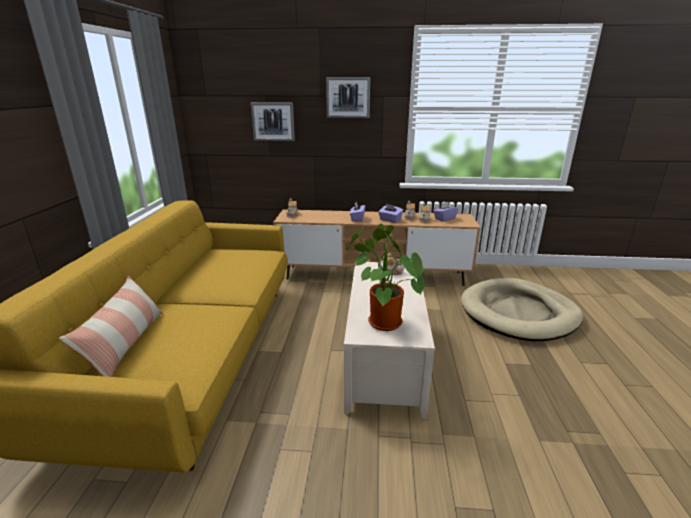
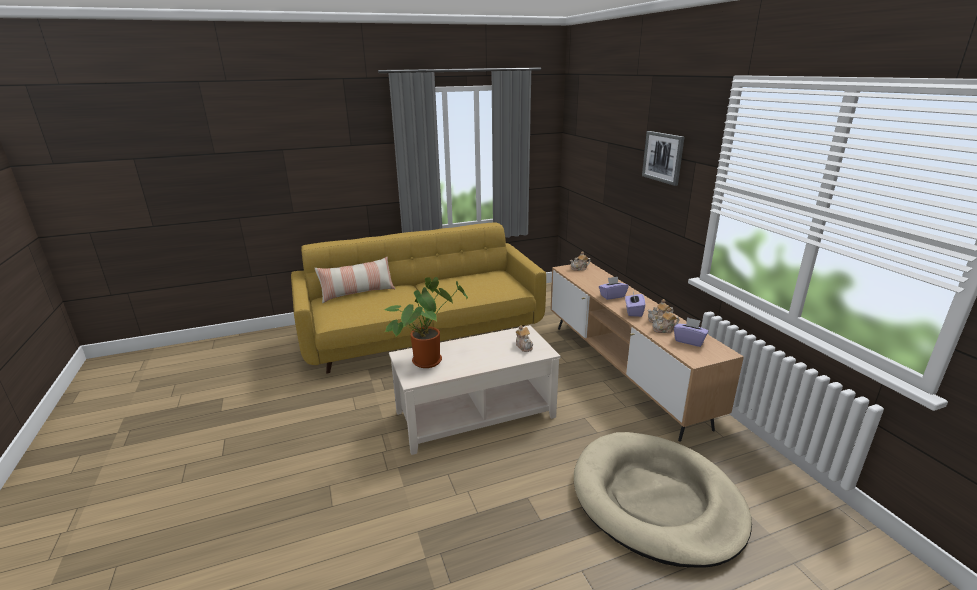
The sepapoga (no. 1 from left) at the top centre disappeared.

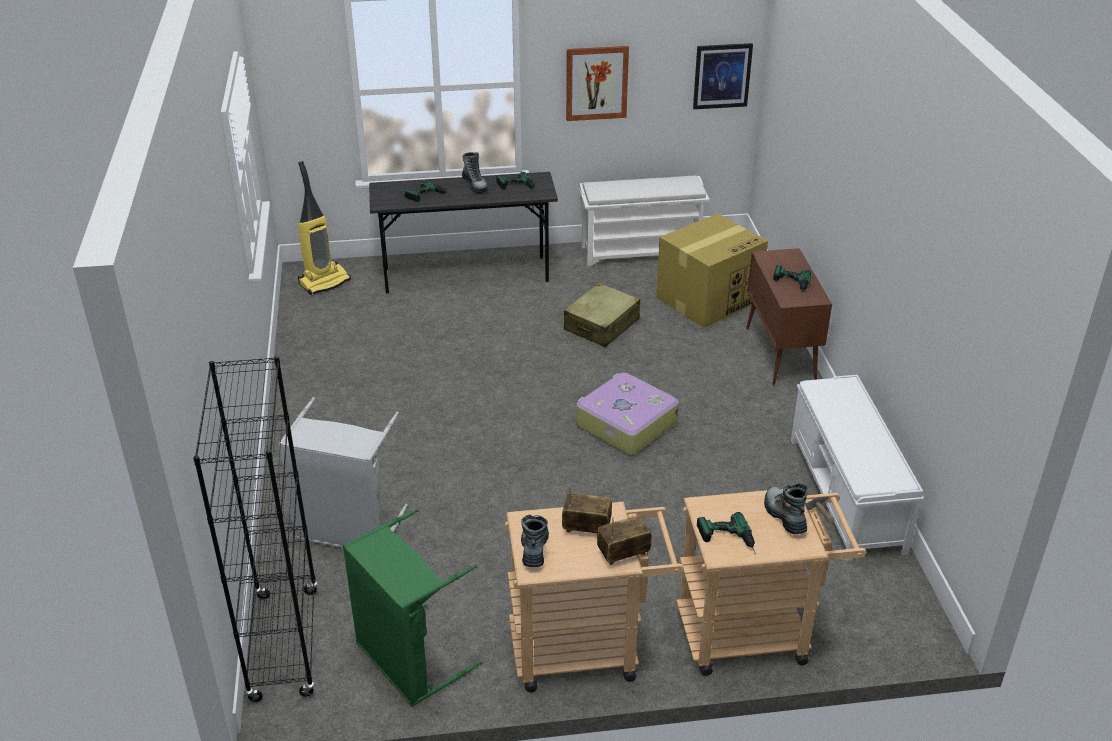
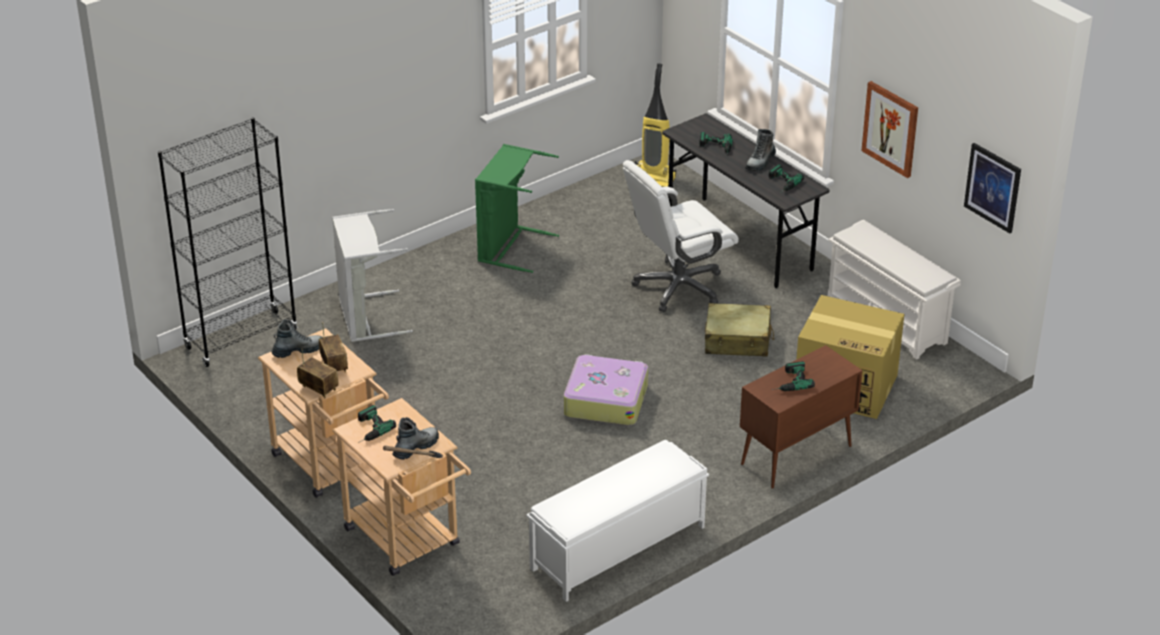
The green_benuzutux moved from the bottom centre to the top centre. The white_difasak at the centre appeared.

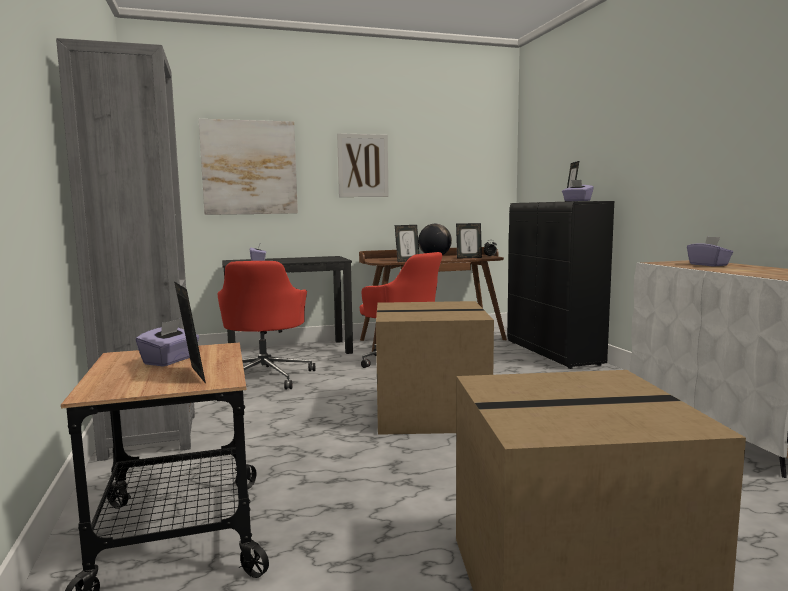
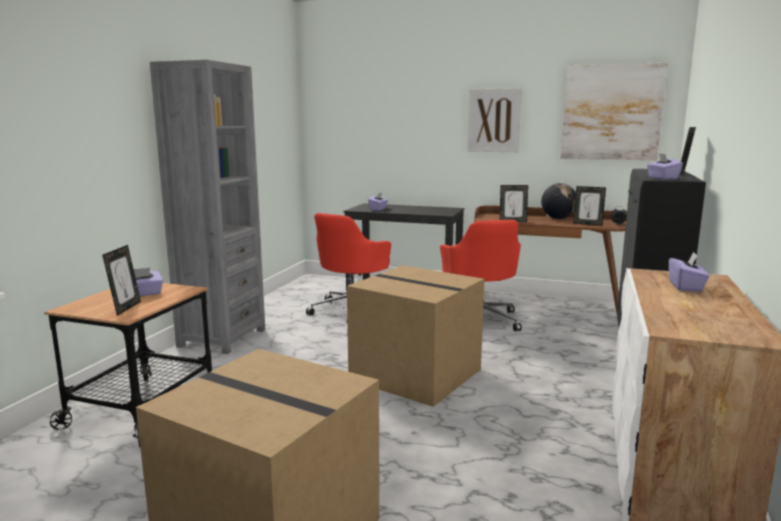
The sepapoga (no. 1 from left in the first image) moved from the top left to the top right.

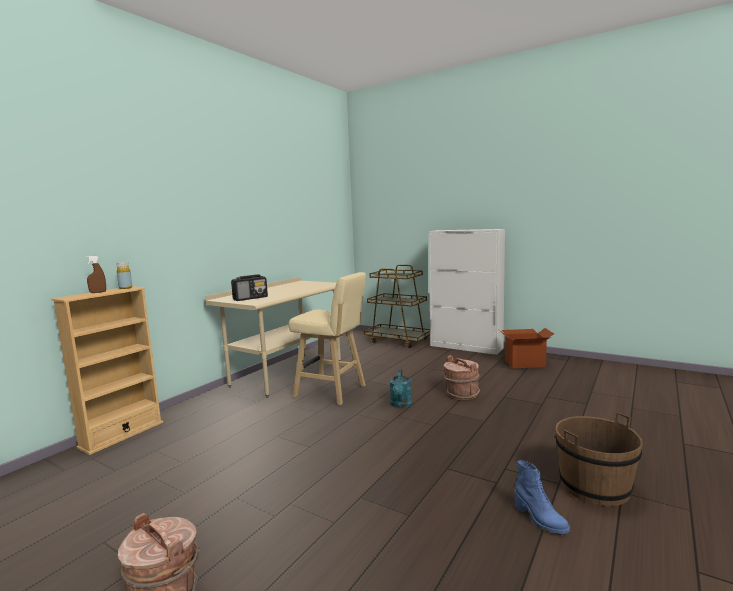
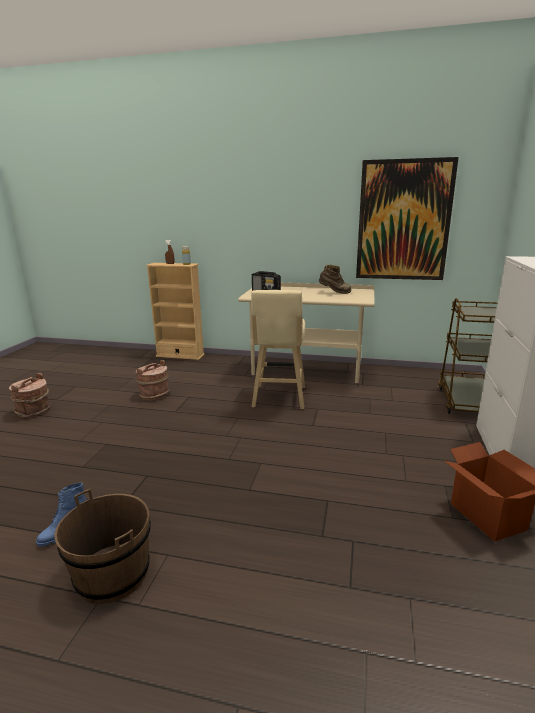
The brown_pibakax (no. 2 from left in the first image) moved from the centre to the middle left. The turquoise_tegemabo at the centre disappeared. The sepapoga at the top right appeared. The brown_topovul at the centre appeared.

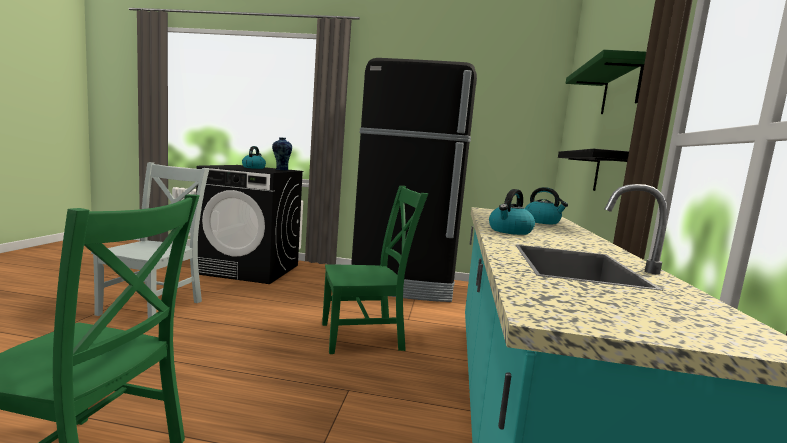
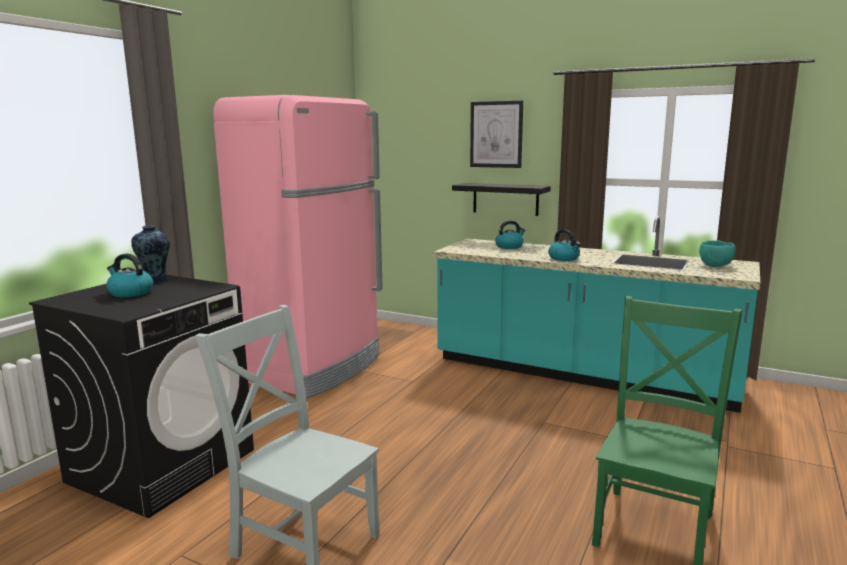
The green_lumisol at the top right was replaced by the sepapoga at the top centre. The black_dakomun at the centre became the pink_dakomun at the centre. The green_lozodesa (no. 2 from left) at the centre disappeared. The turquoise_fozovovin at the middle right appeared.

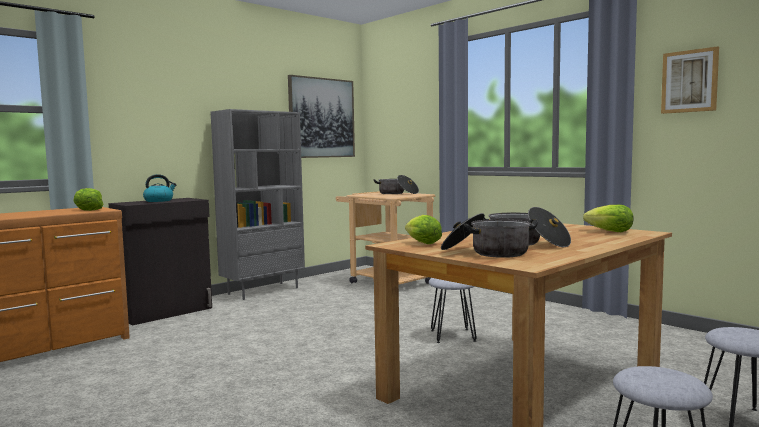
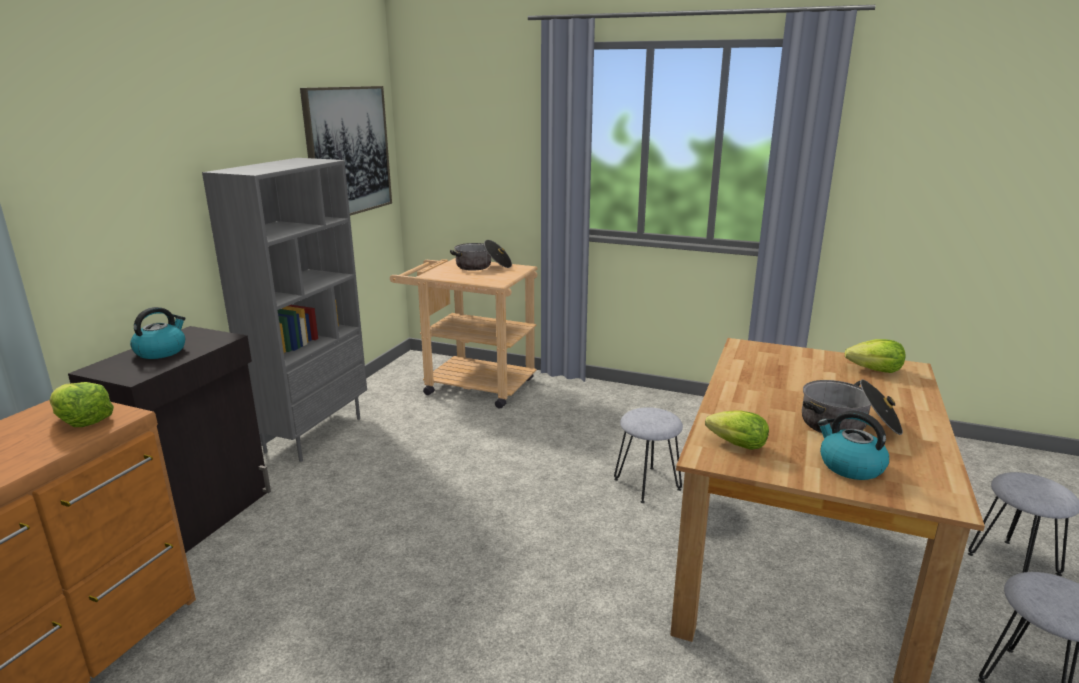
The sepapoga (no. 2 from left) at the top right disappeared. The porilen (no. 2 from left) at the centre was replaced by the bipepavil (no. 2 from left) at the middle right.

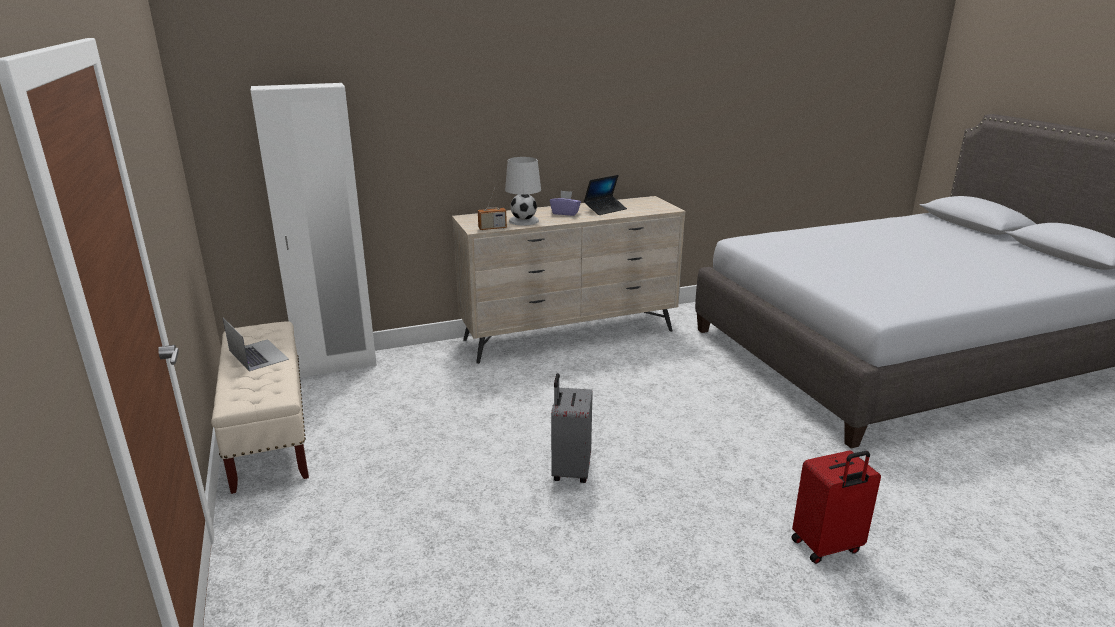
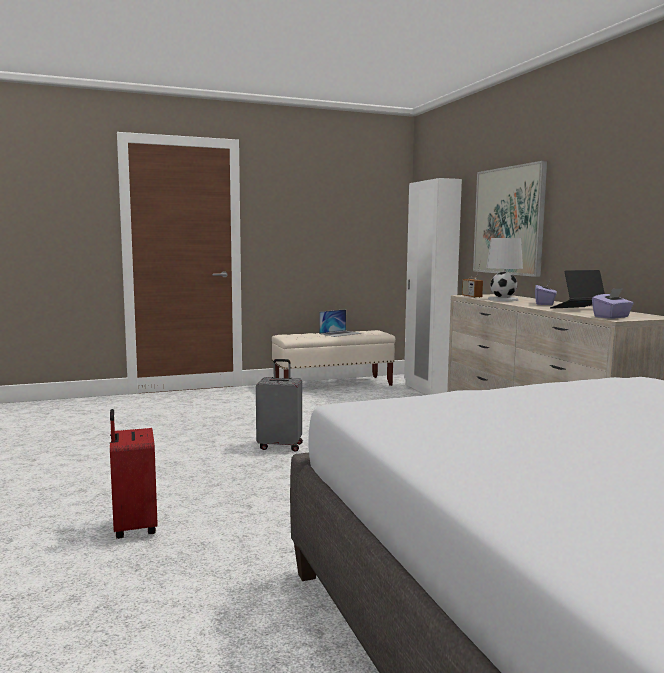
The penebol (no. 2 from left) at the top centre turned 105 degrees clockwise. The sepapoga at the top right appeared. The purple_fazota (no. 2 from left) at the middle right appeared.

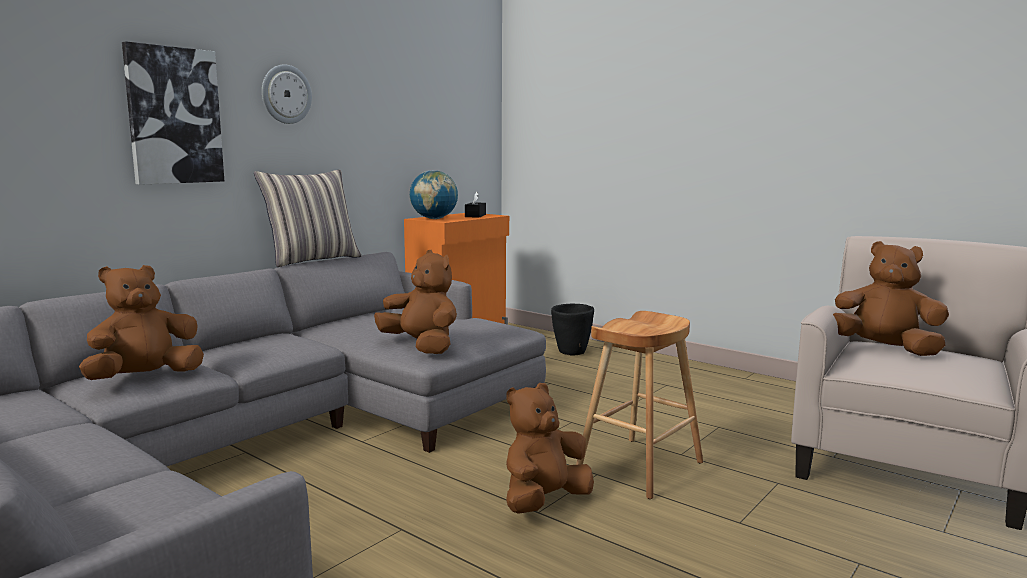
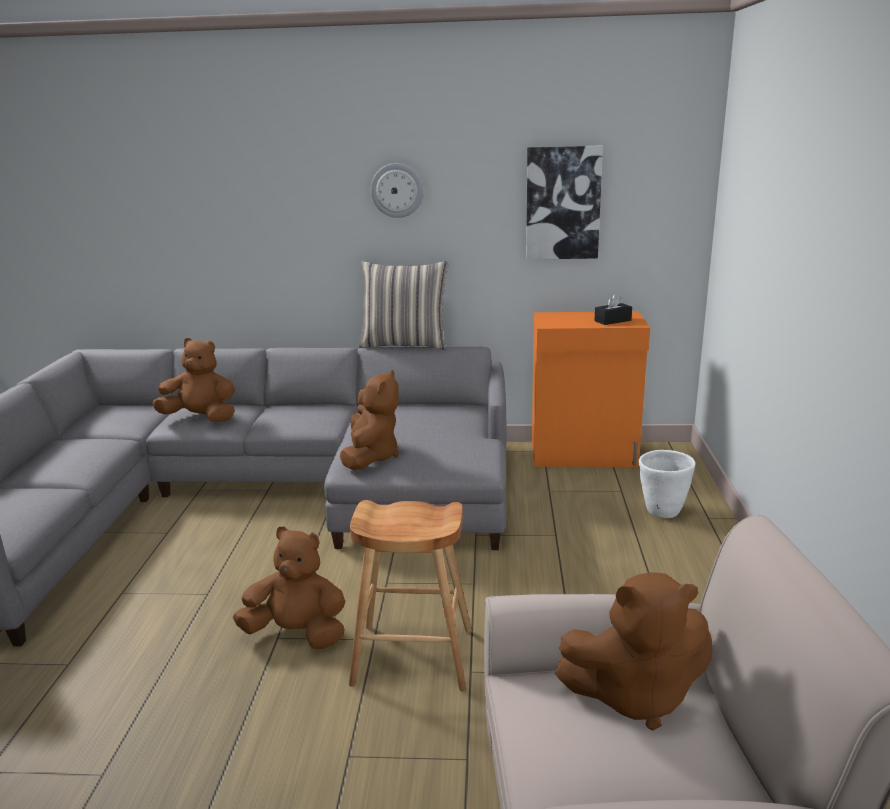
The sepapoga moved from the top left to the top centre. The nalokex at the centre disappeared. The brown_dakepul (no. 4 from left) at the middle right turned 90 degrees clockwise. The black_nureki at the centre became the white_nureki at the middle right.

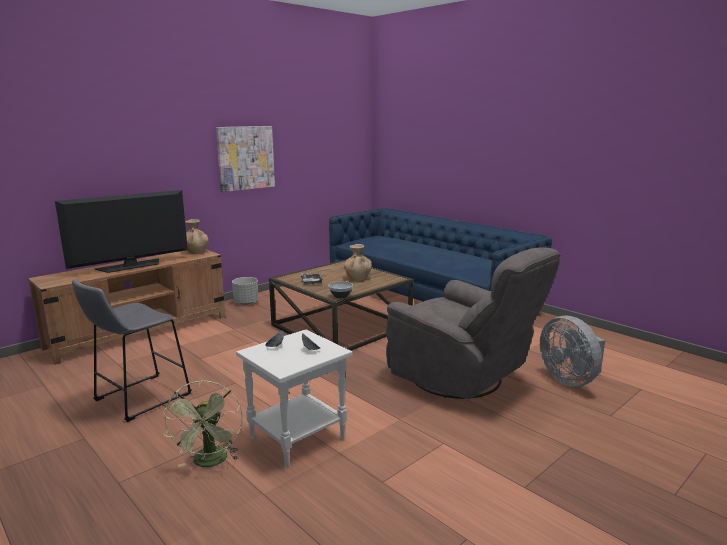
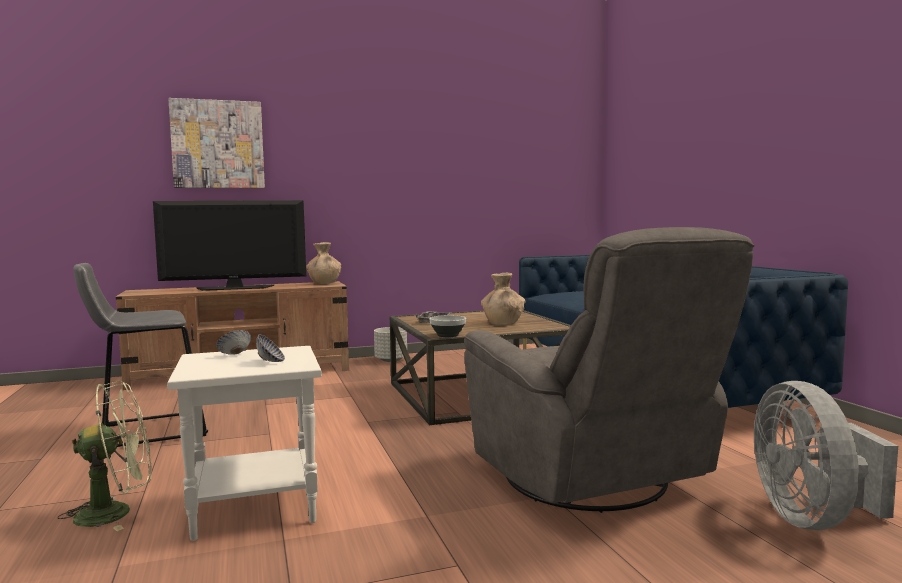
The sepapoga moved from the top centre to the top left. The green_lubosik at the bottom left turned 135 degrees counterclockwise.

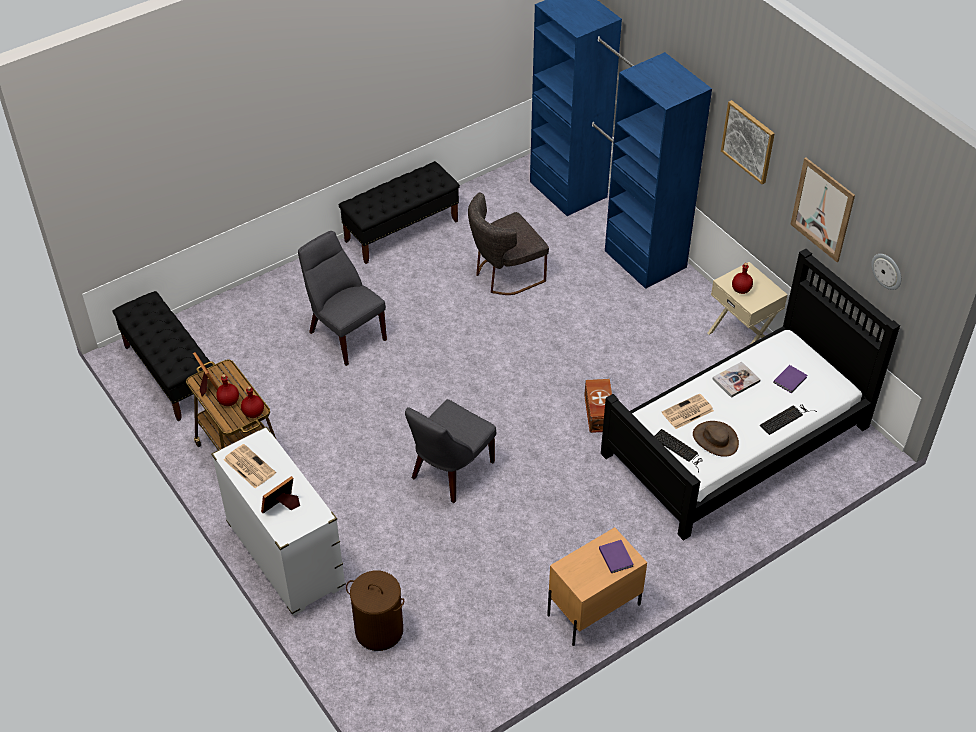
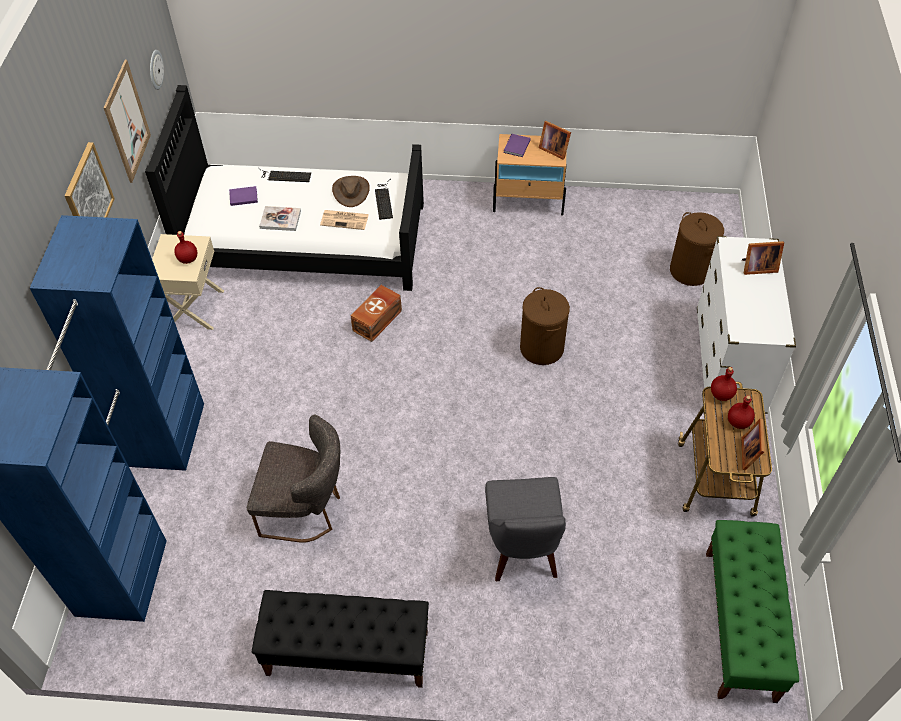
The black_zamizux (no. 1 from left) at the middle left became the green_zamizux at the bottom right. The grey_lozodesa (no. 2 from left) at the centre was replaced by the brown_benuzutux (no. 1 from left) at the centre. The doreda (no. 1 from left) at the middle left disappeared. The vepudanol (no. 1 from left) at the top centre appeared.

